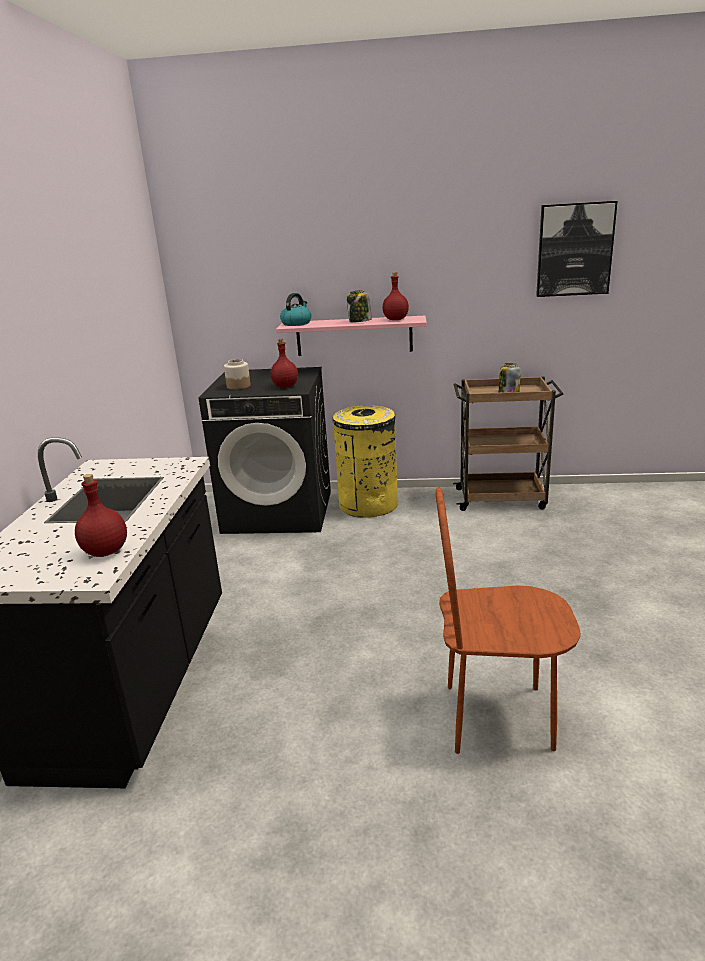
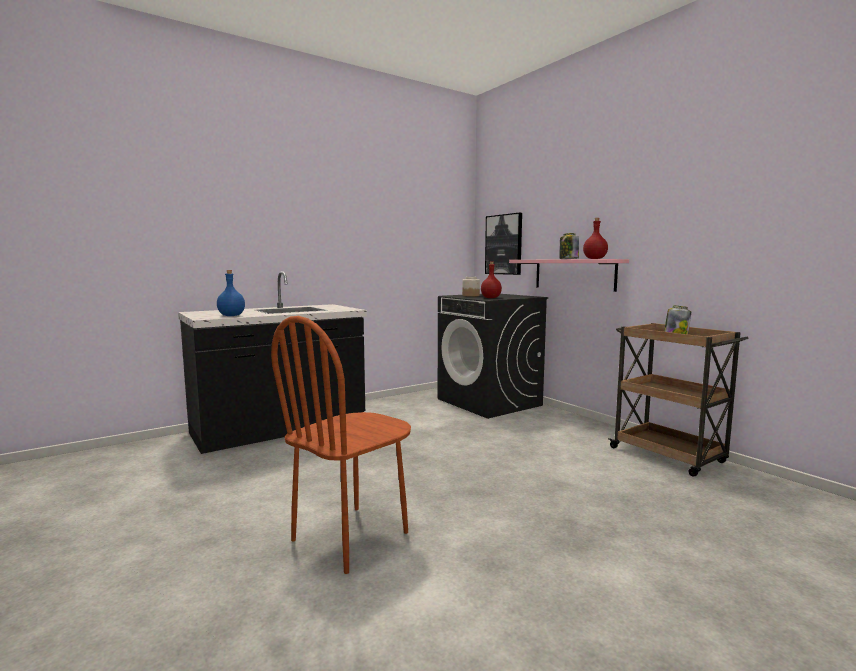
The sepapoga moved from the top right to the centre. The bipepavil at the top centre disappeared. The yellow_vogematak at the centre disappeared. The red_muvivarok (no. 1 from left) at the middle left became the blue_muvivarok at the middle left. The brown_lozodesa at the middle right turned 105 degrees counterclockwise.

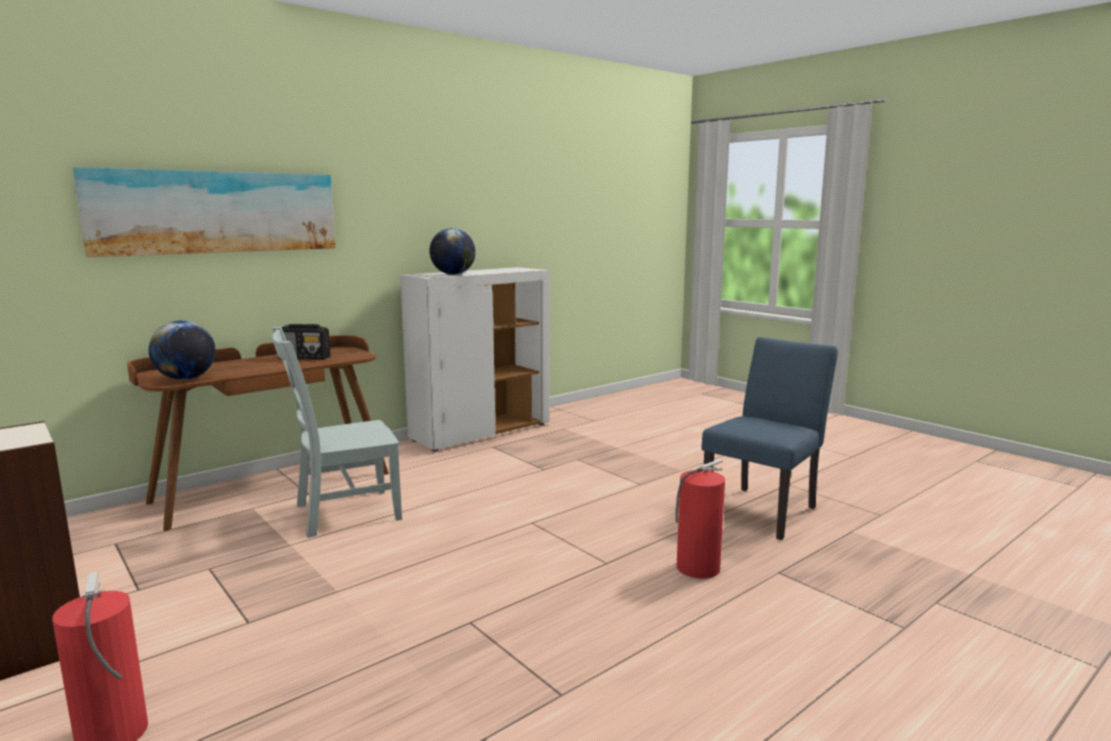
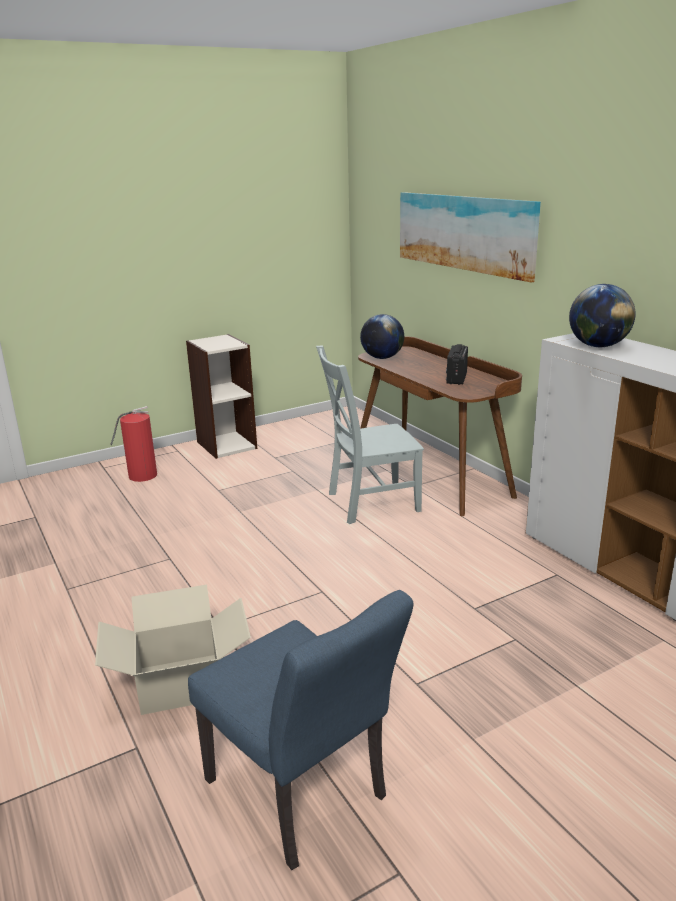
The grey_lozodesa at the middle left turned 90 degrees counterclockwise. The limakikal (no. 2 from left) at the bottom centre was replaced by the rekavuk at the bottom left.

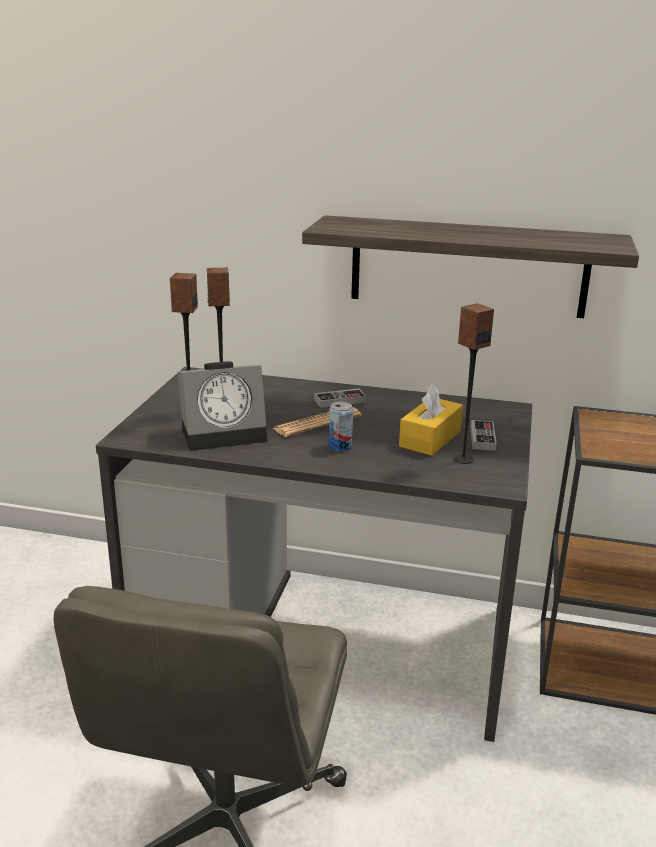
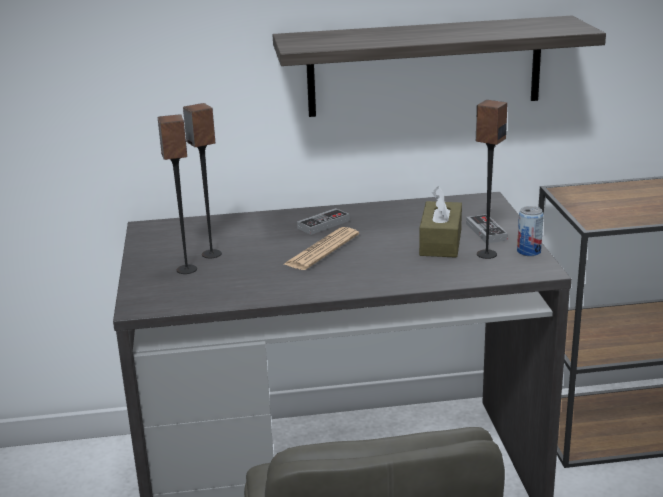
The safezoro at the centre disappeared. The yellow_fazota at the centre became the brown_fazota at the centre. The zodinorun moved from the centre to the middle right.

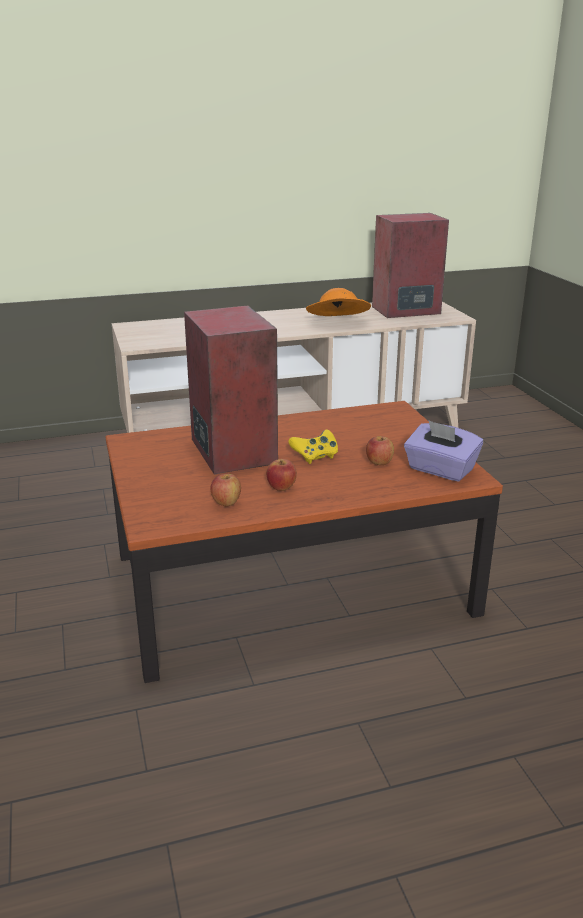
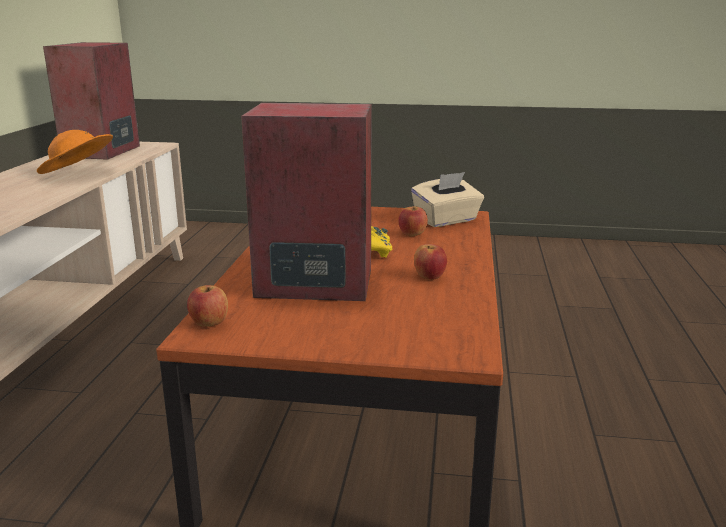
The purple_fazota at the middle right became the beige_fazota at the centre. The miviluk (no. 1 from left) moved from the centre to the middle left.

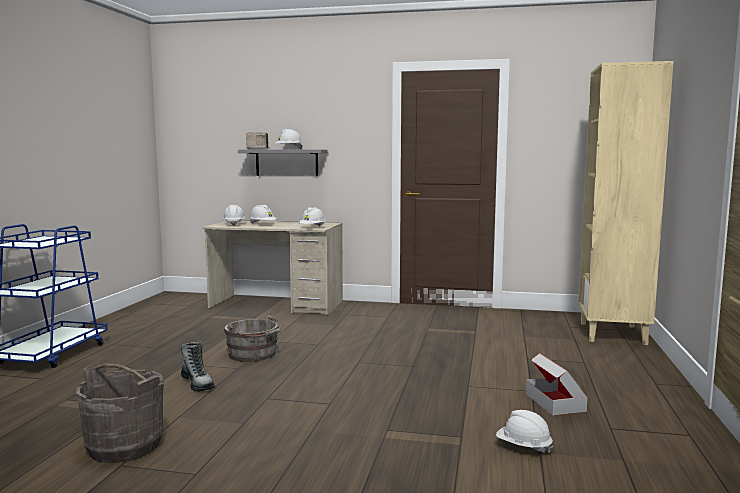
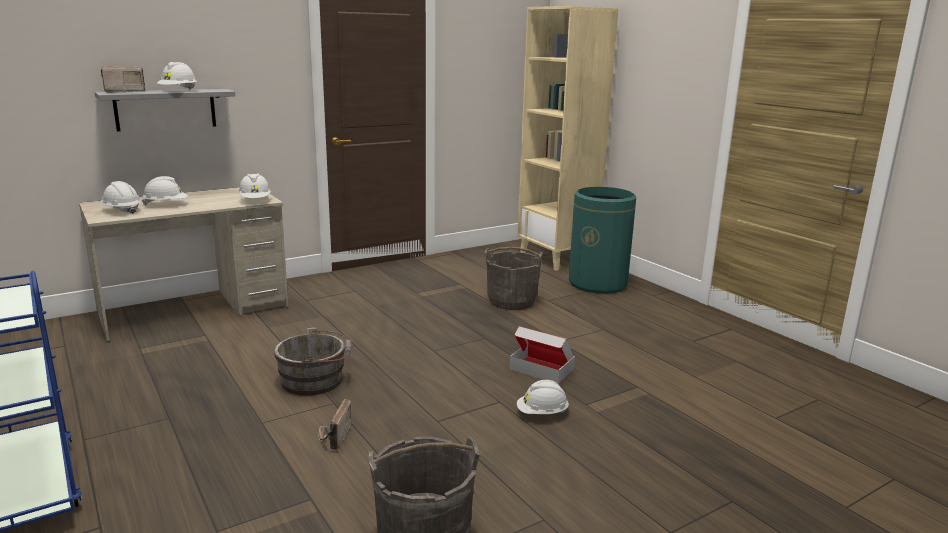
The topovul at the bottom left was replaced by the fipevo (no. 2 from left) at the bottom centre. The rekavuk moved from the bottom right to the centre. The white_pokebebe (no. 5 from left) moved from the bottom right to the bottom centre. The green_vogematak at the centre appeared. The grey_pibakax (no. 3 from left) at the centre appeared.

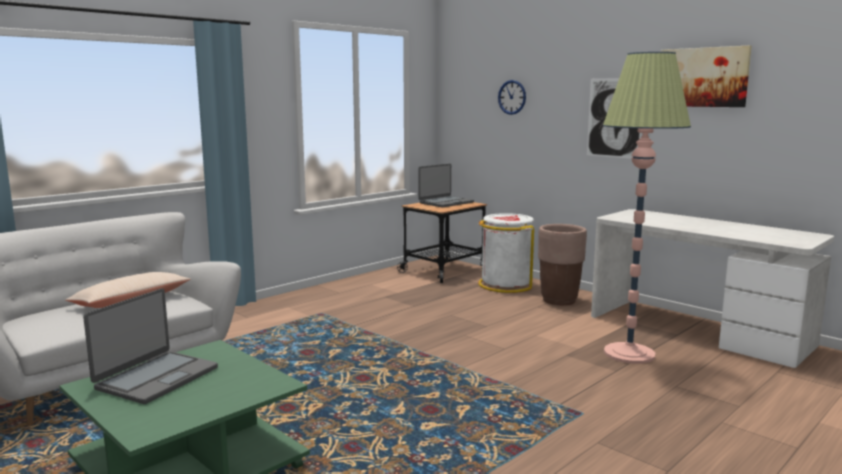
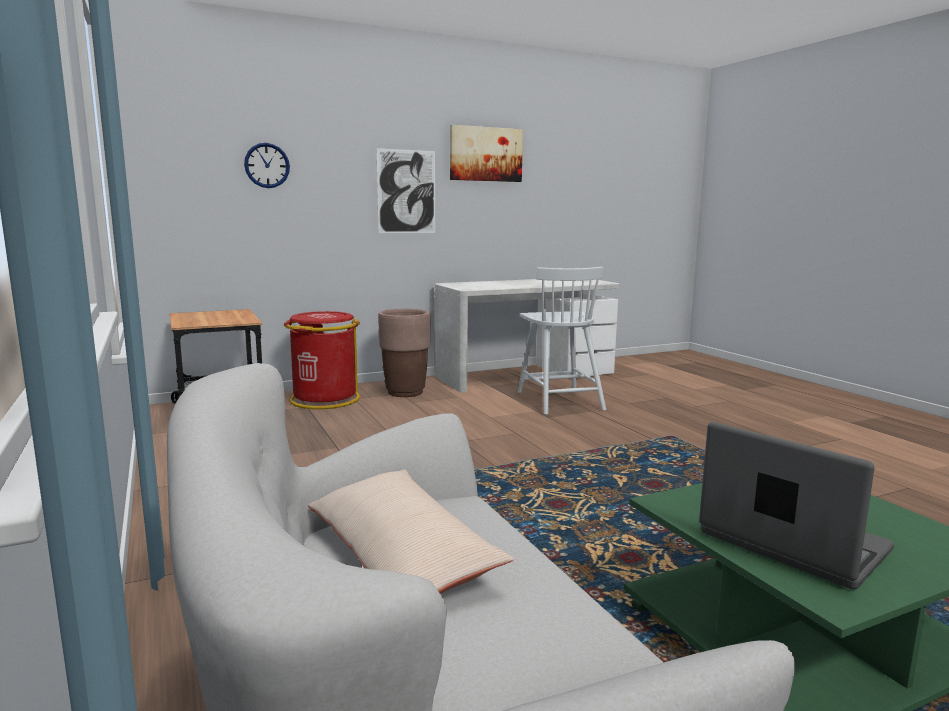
The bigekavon at the middle right was replaced by the white_lozodesa at the centre. The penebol (no. 2 from left) at the centre disappeared. The white_vogematak at the centre became the red_vogematak at the centre.

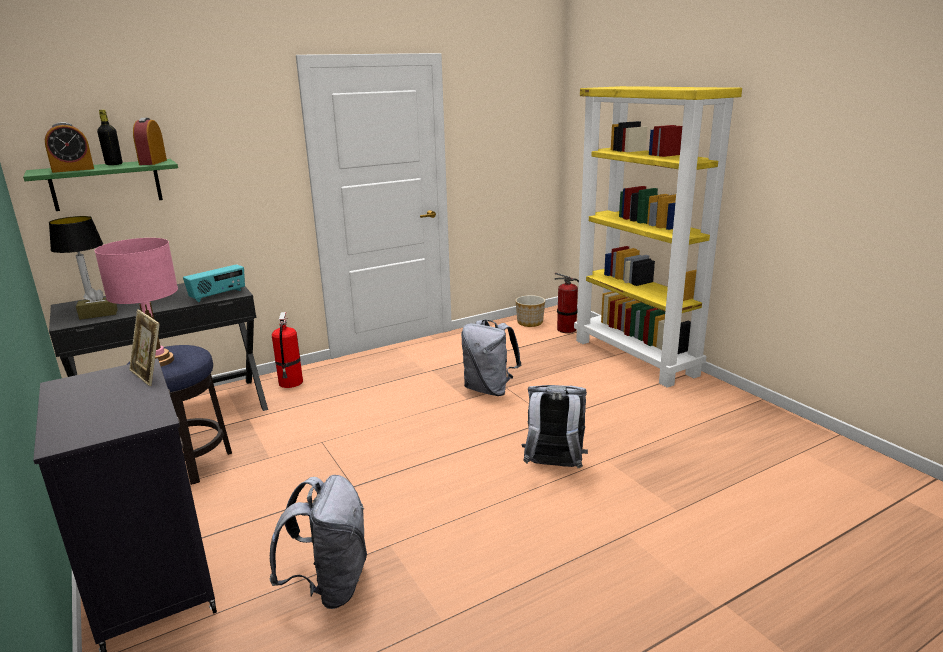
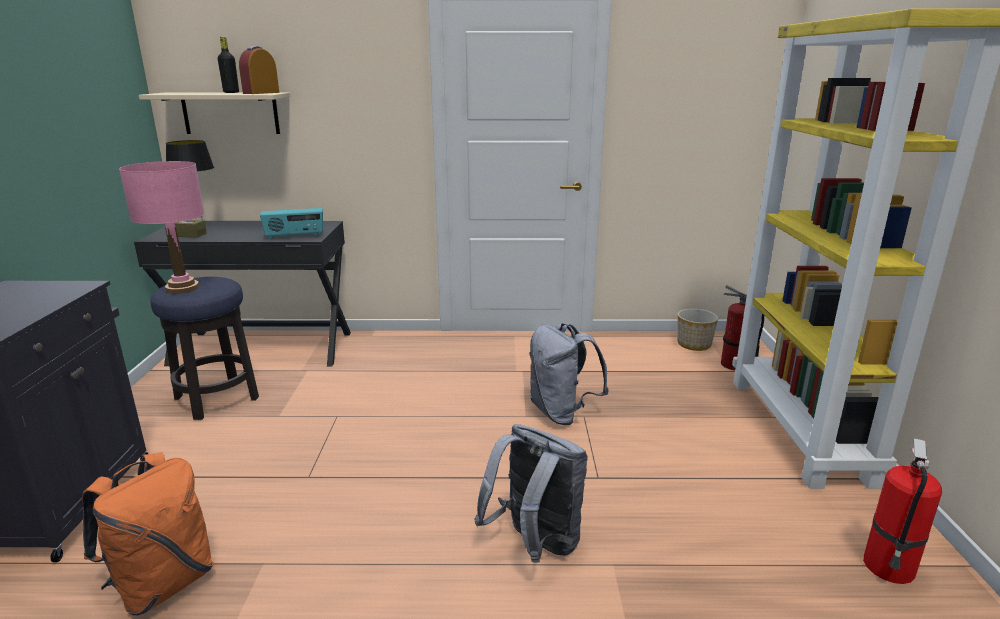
The safezoro (no. 1 from left) at the top left disappeared. The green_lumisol at the top left became the beige_lumisol at the top left. The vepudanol at the middle left disappeared. The limakikal (no. 1 from left in the first image) moved from the middle left to the bottom right. The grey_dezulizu (no. 1 from left) at the bottom centre became the orange_dezulizu at the bottom left.

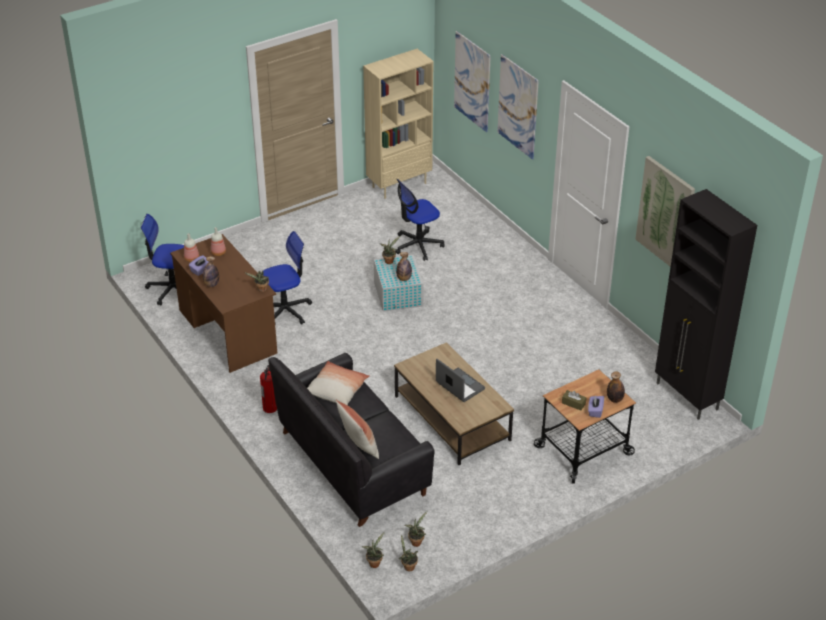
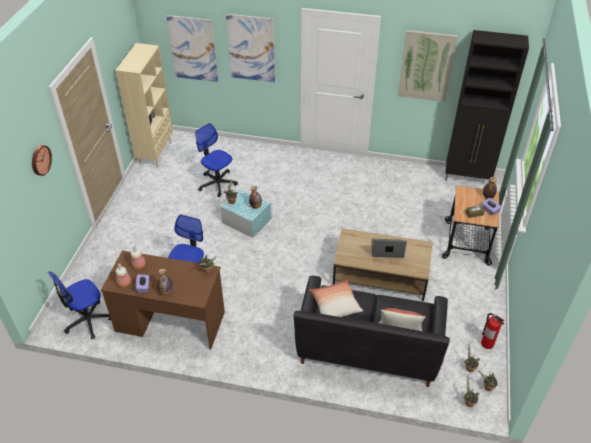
The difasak (no. 3 from left) at the centre turned 120 degrees clockwise. The limakikal moved from the middle left to the bottom right. The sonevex at the middle left appeared.

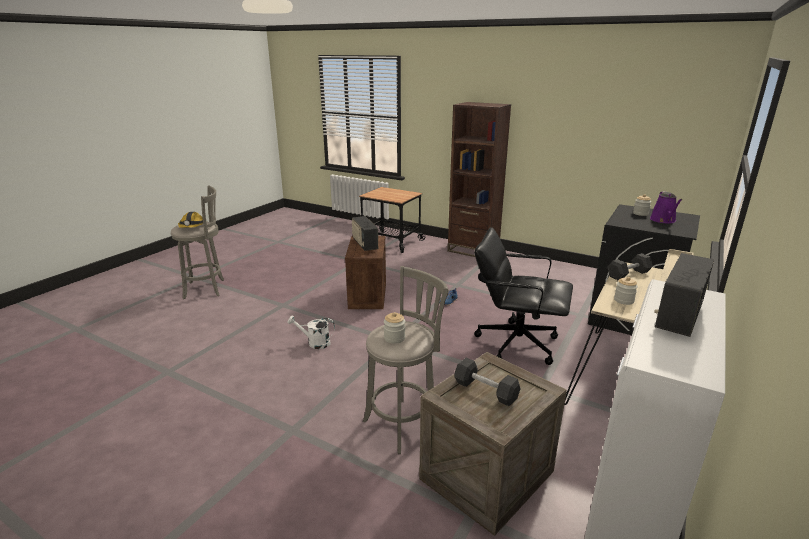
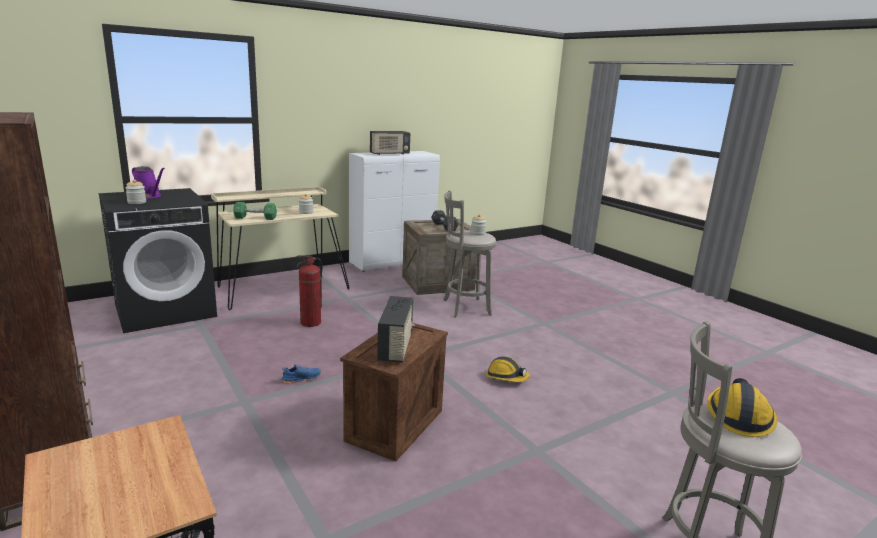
The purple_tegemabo at the middle right turned 90 degrees clockwise. The black_difasak at the centre was replaced by the limakikal at the centre. The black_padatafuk (no. 2 from left) at the middle right became the green_padatafuk at the middle left. The white_tegemabo at the centre was replaced by the pokebebe (no. 1 from left) at the bottom centre.

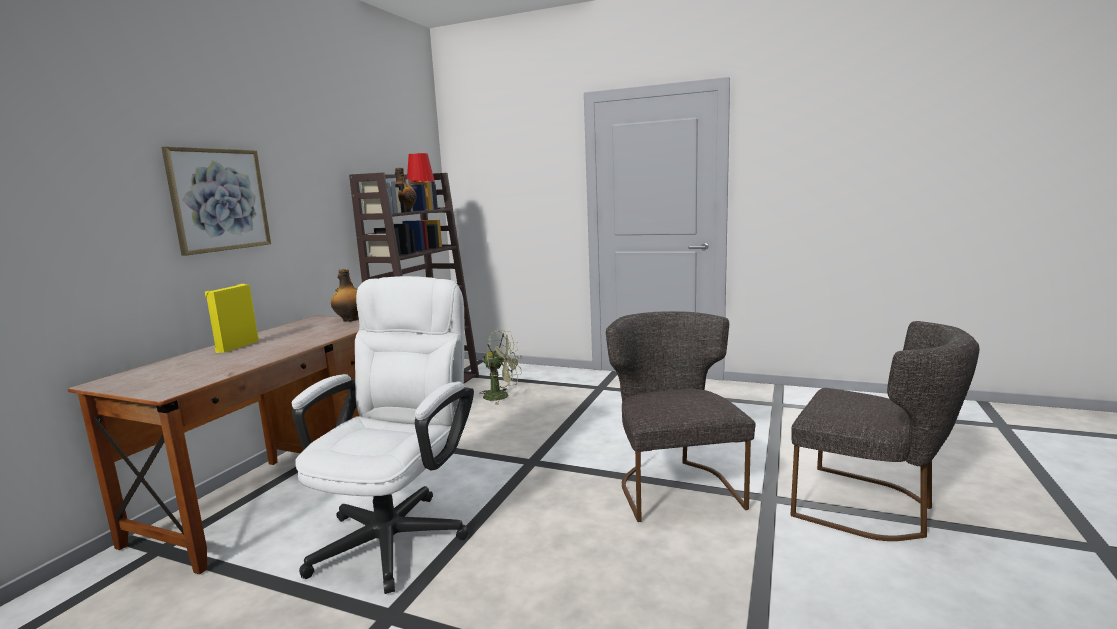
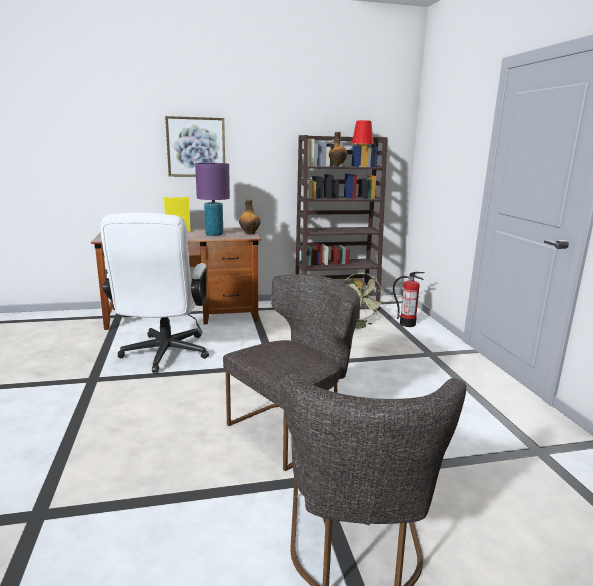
The white_difasak at the bottom centre turned 105 degrees clockwise. The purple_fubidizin at the centre appeared. The limakikal at the middle right appeared.

